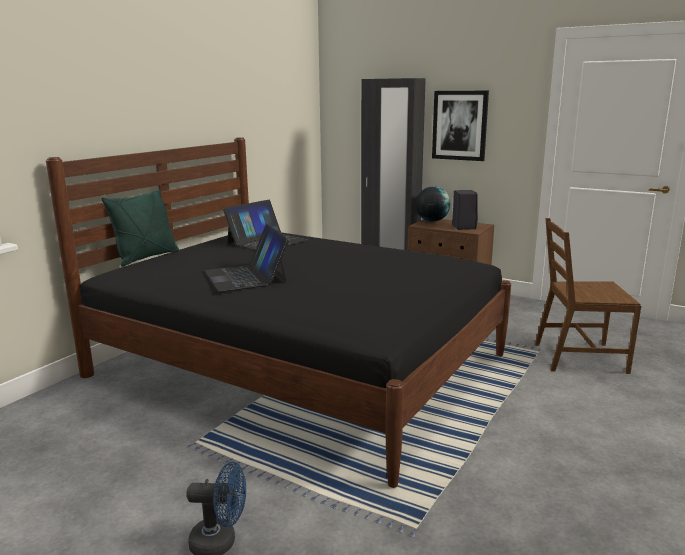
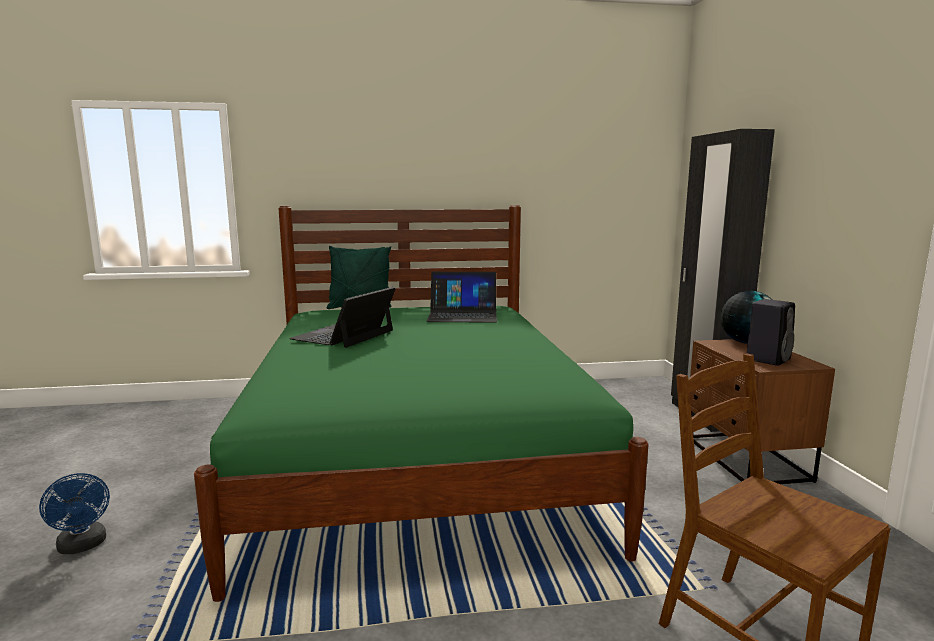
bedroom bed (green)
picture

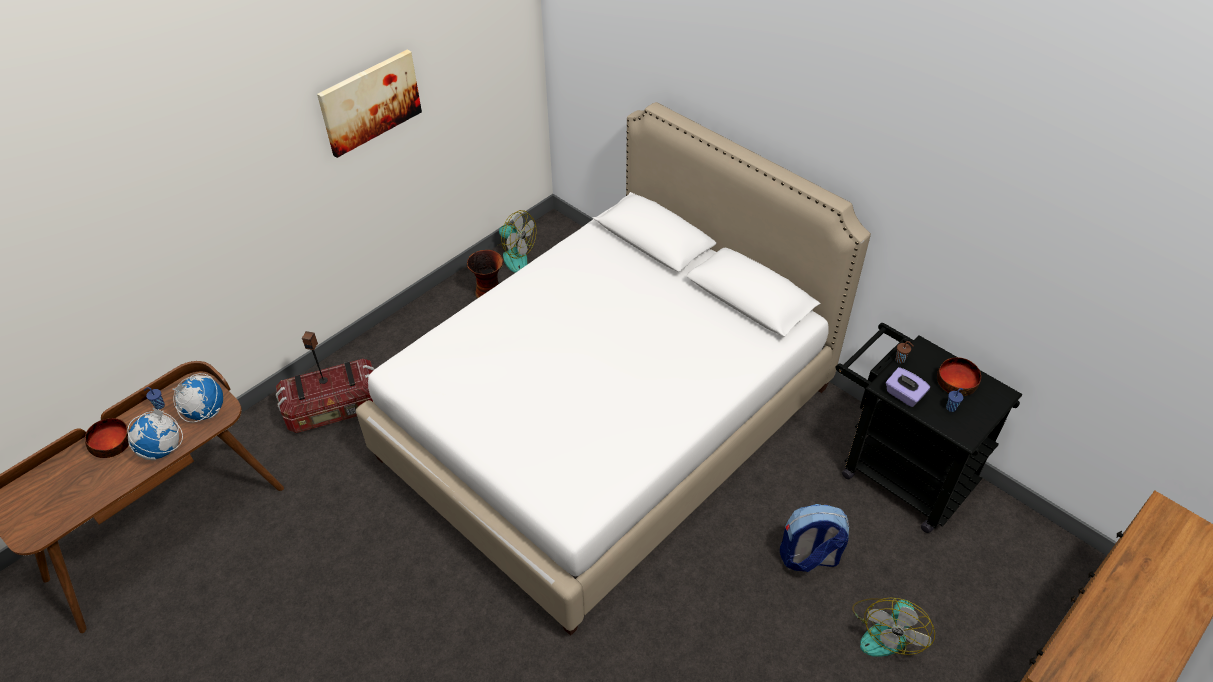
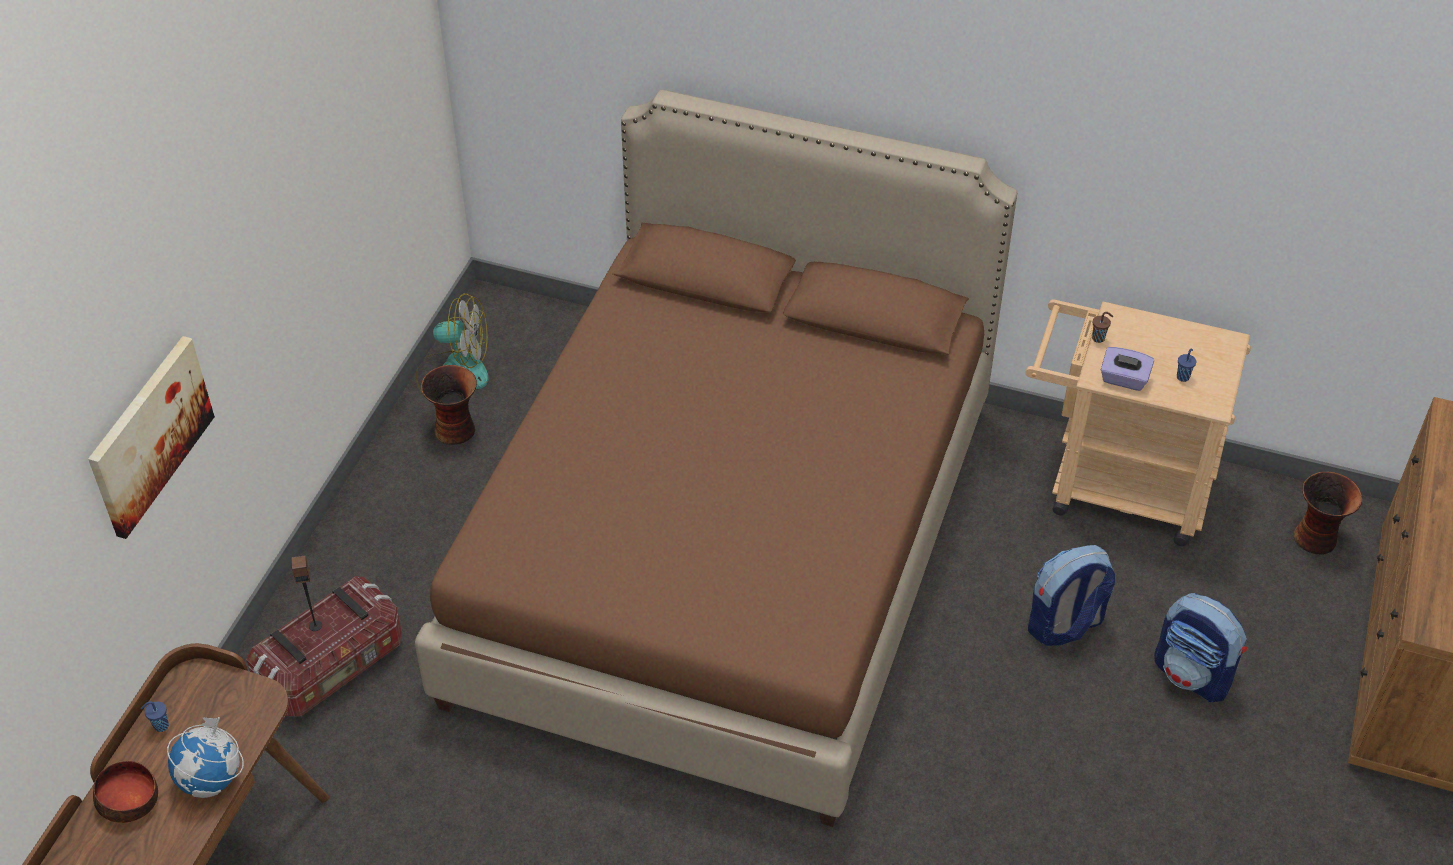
world globe (no. 2 from left in the first image)
picture
bedroom bed (brown)
wheeled cart (beige)
knapsack (no. 2 from left)
serving bowl (no. 2 from left in the first image)
decorative vase (no. 2 from left)

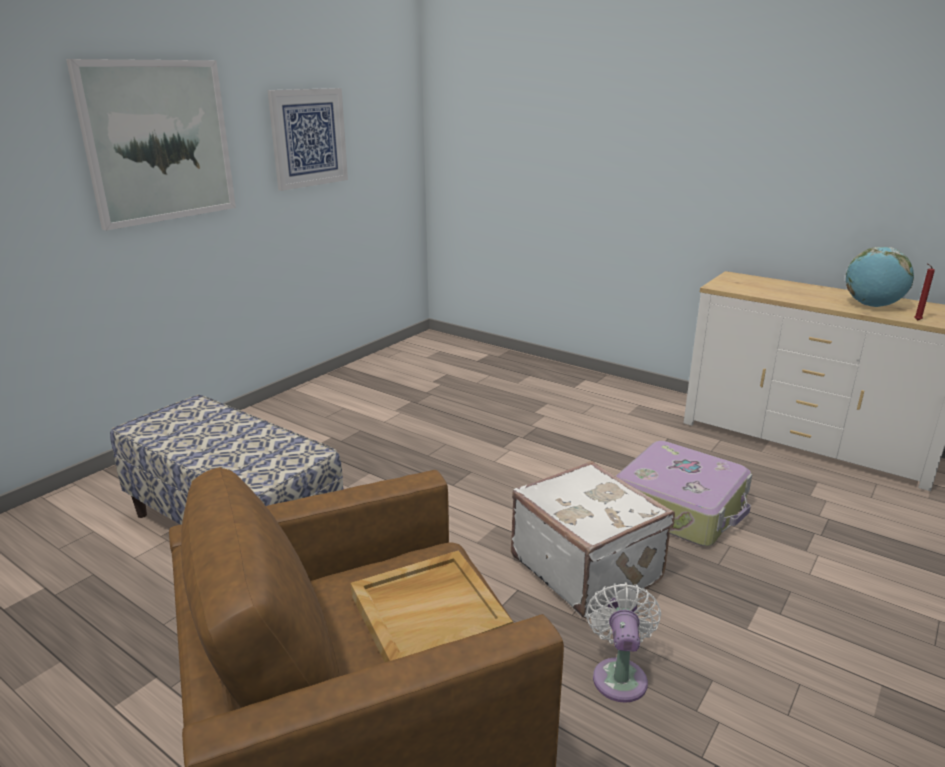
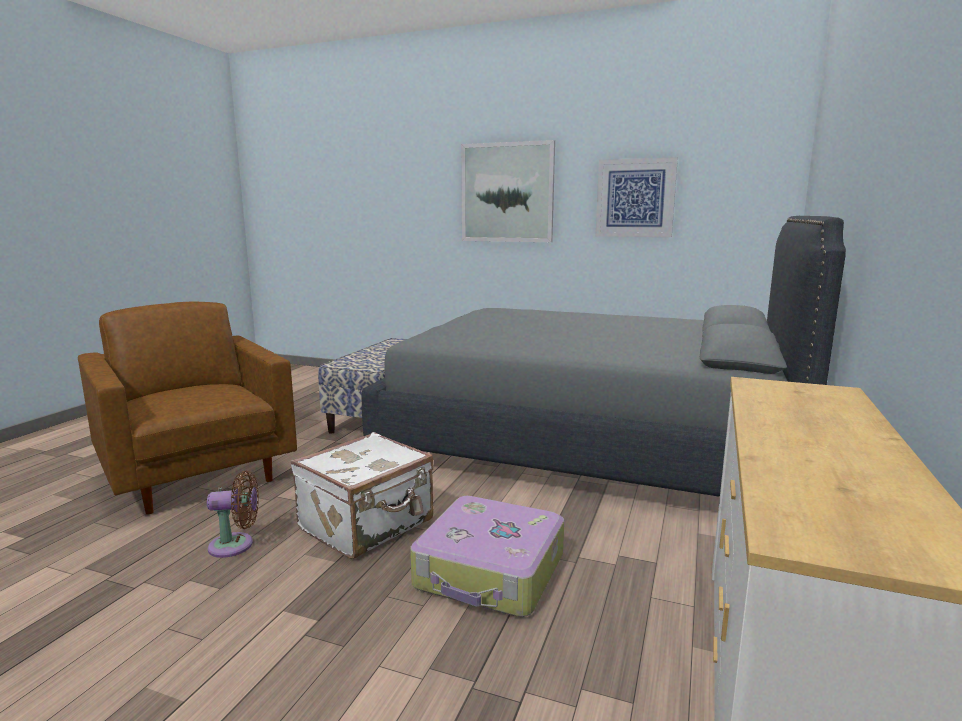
serving tray (beige)
cooling fan (brown)
world globe
wax candle (reddish)
bedroom bed (gray)

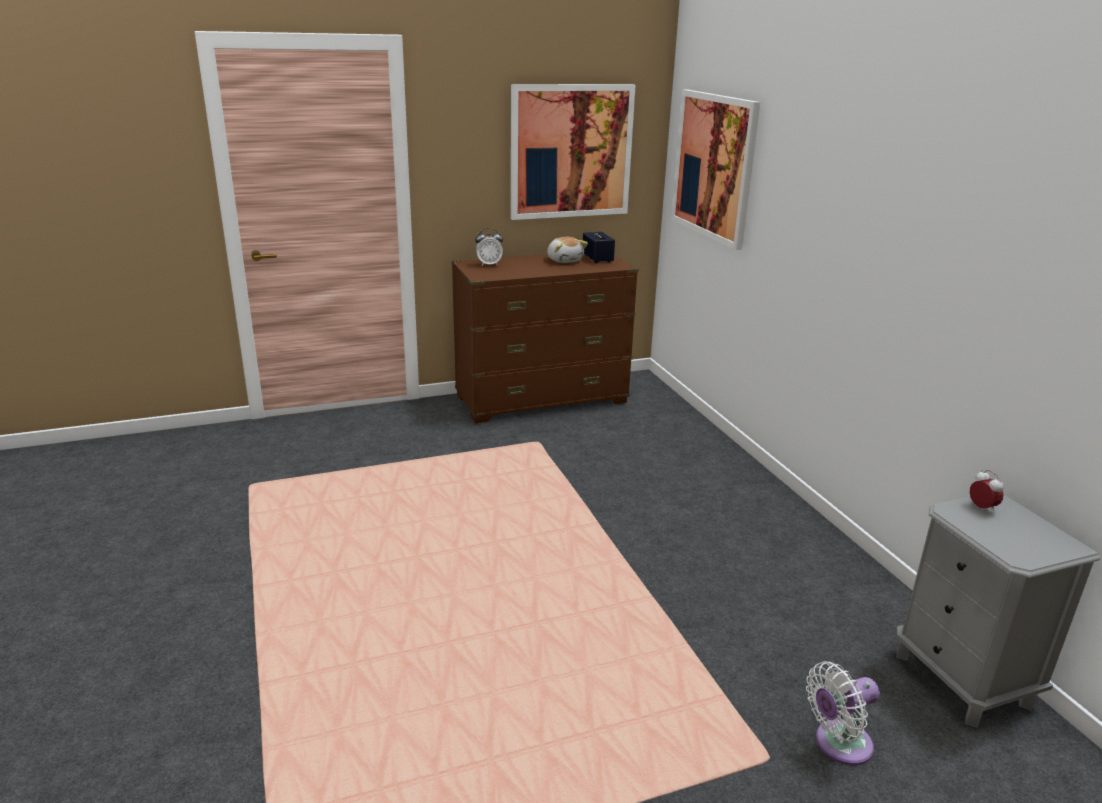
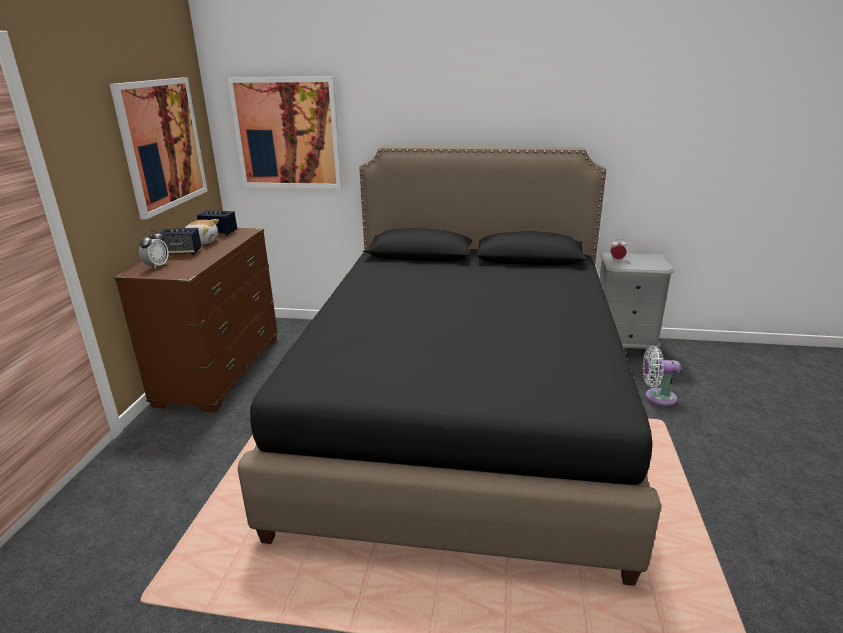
cooling fan (whitish)
speaker (no. 1 from left)
bedroom bed (black-coloured)

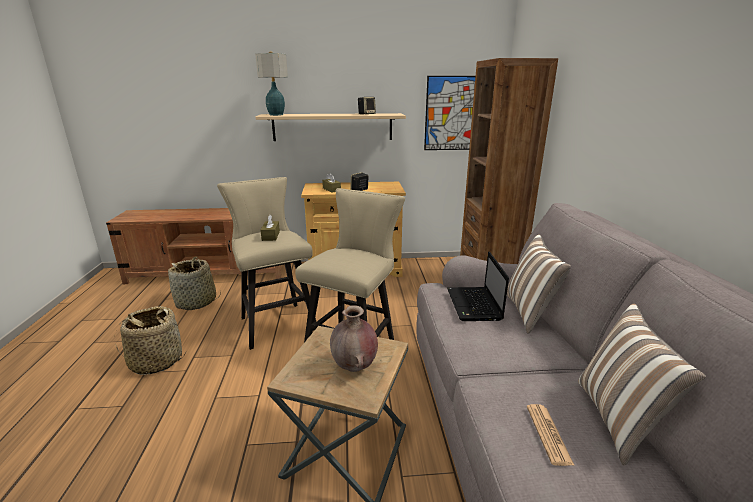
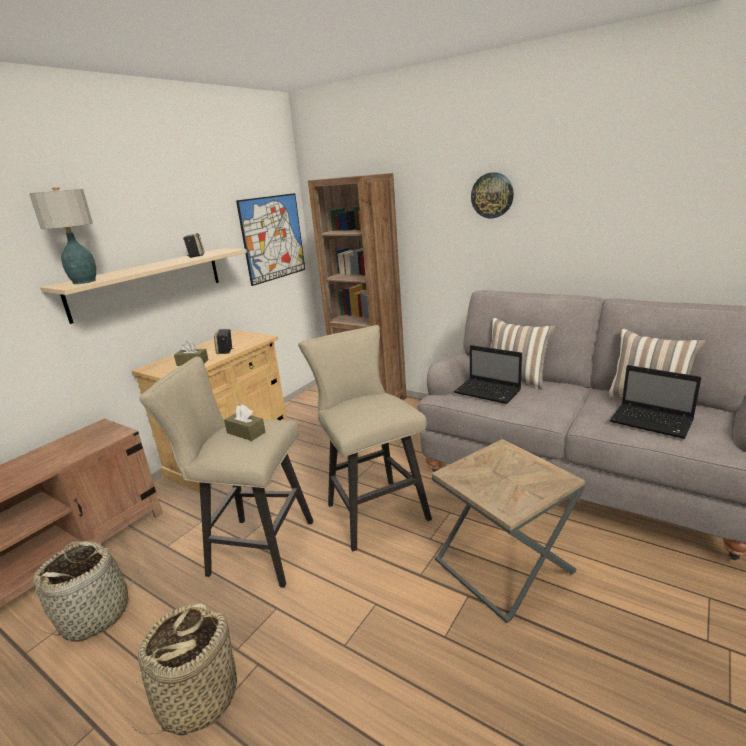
decorative vase (brown)
portable computer (no. 2 from left)
wall clock

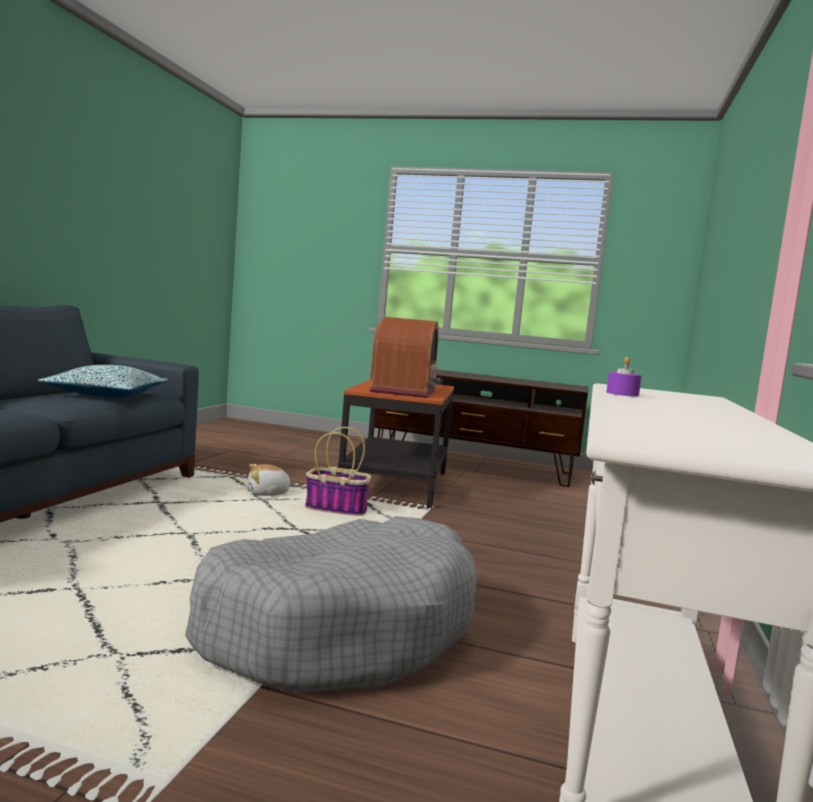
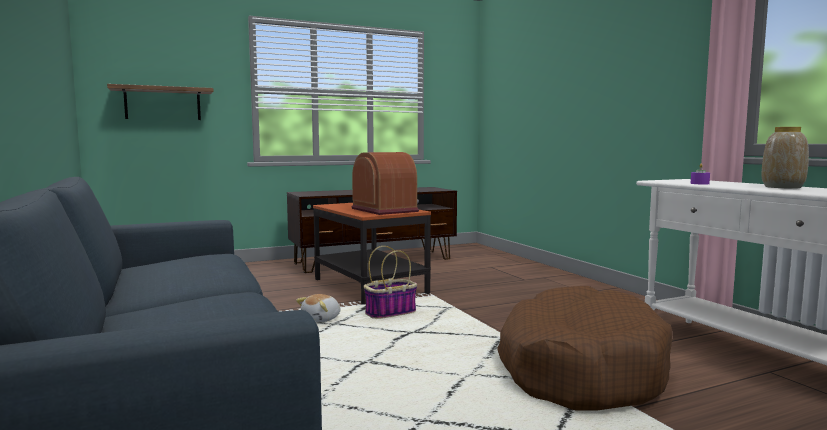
pillow
dog bed (brown)
wall shelf
decorative vase

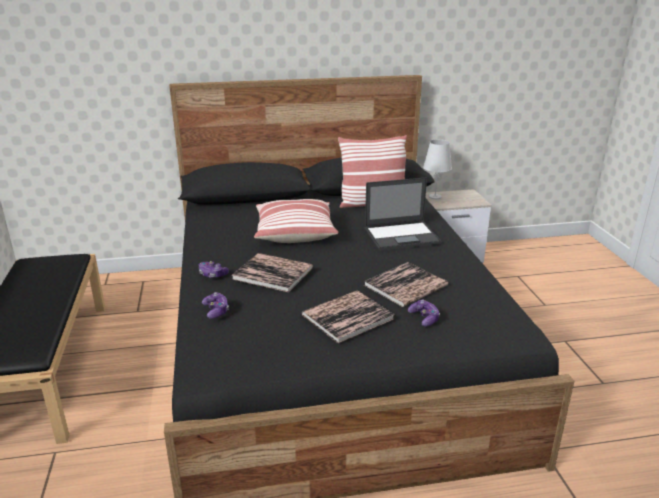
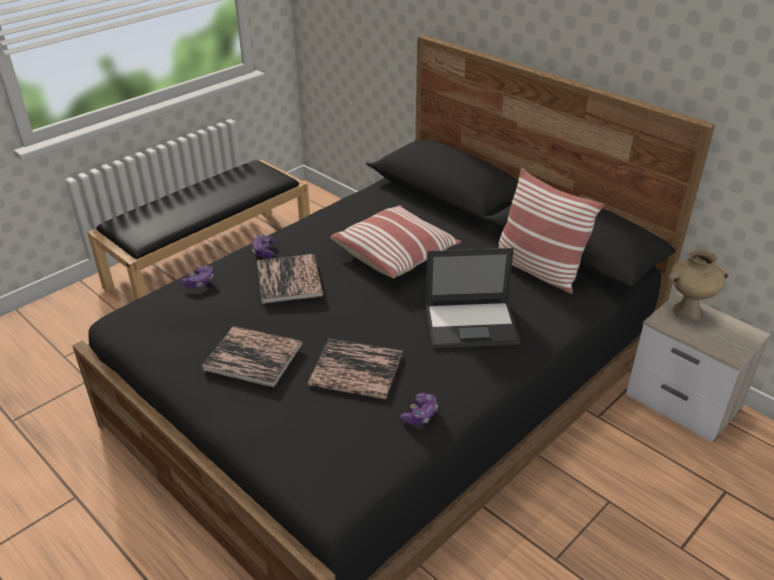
portable computer
game controller (no. 3 from left)
decorative vase (beige)

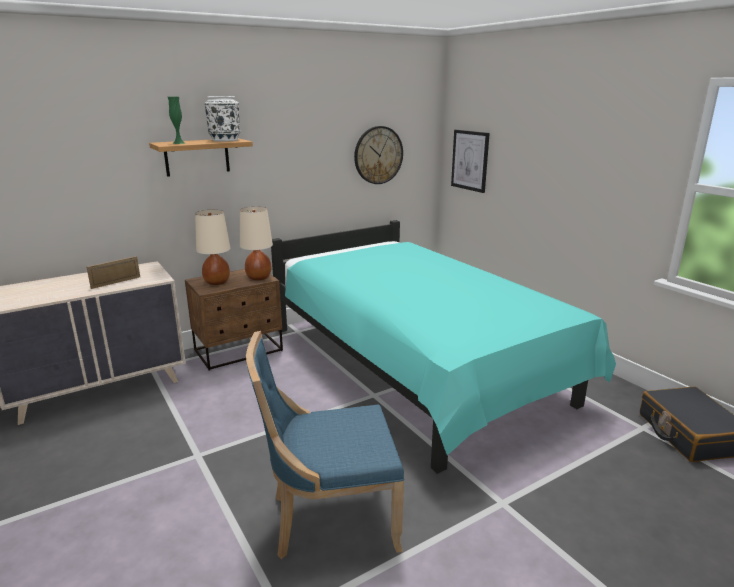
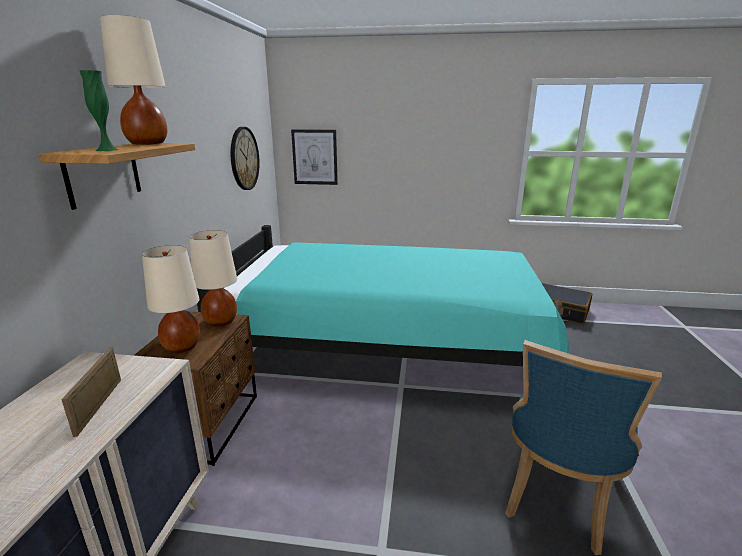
table lamp (beige) (no. 1 from left)

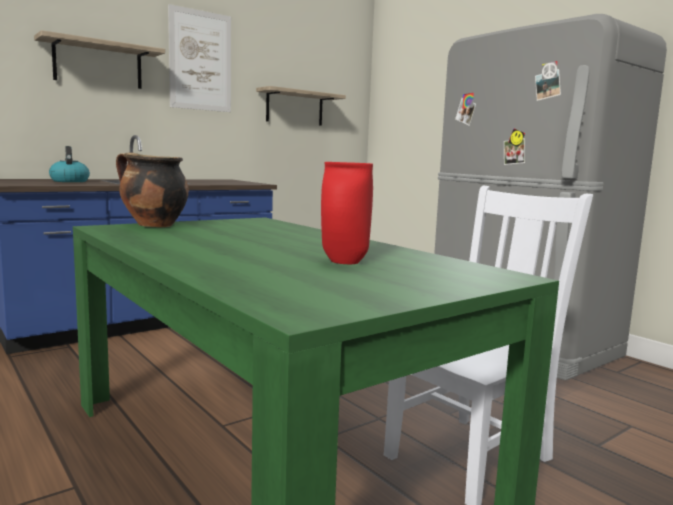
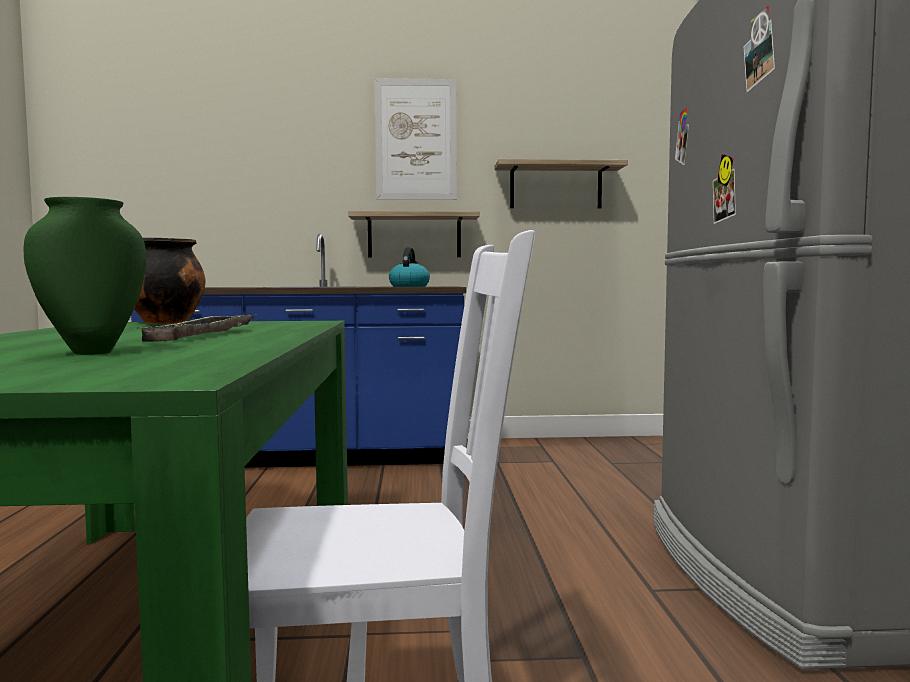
wall shelf (no. 1 from left)
water kettle
decorative vase (green)
serving tray

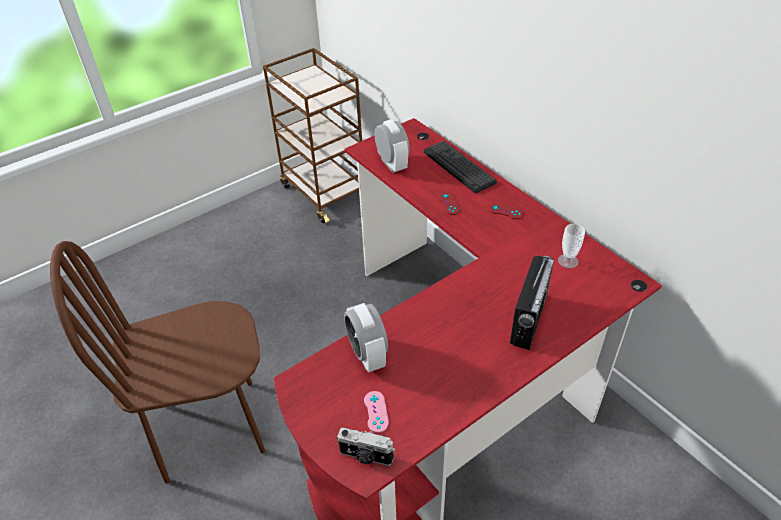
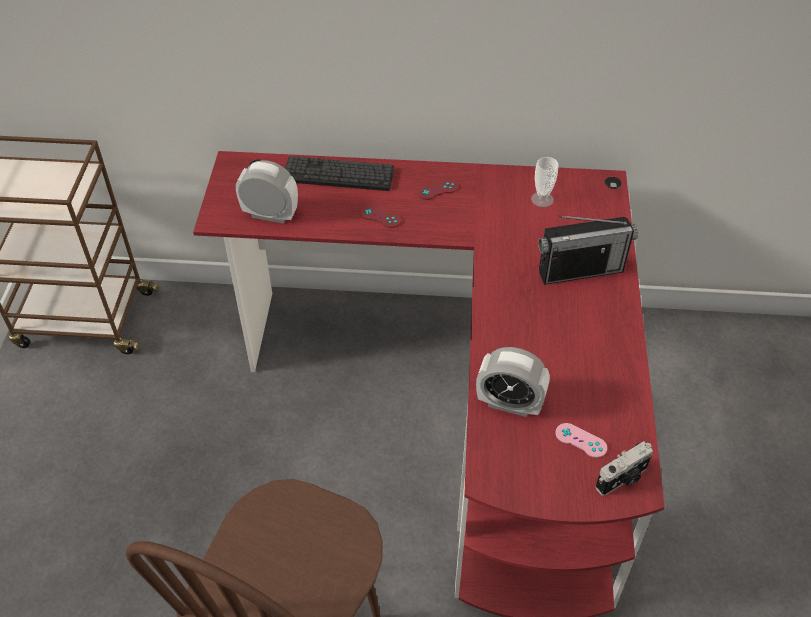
radio set

